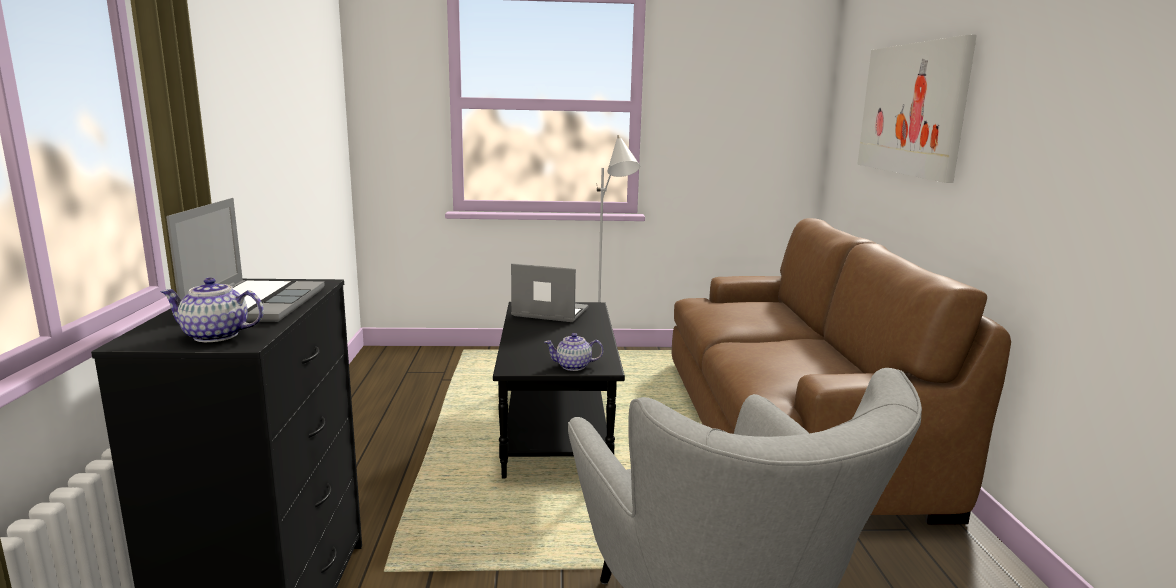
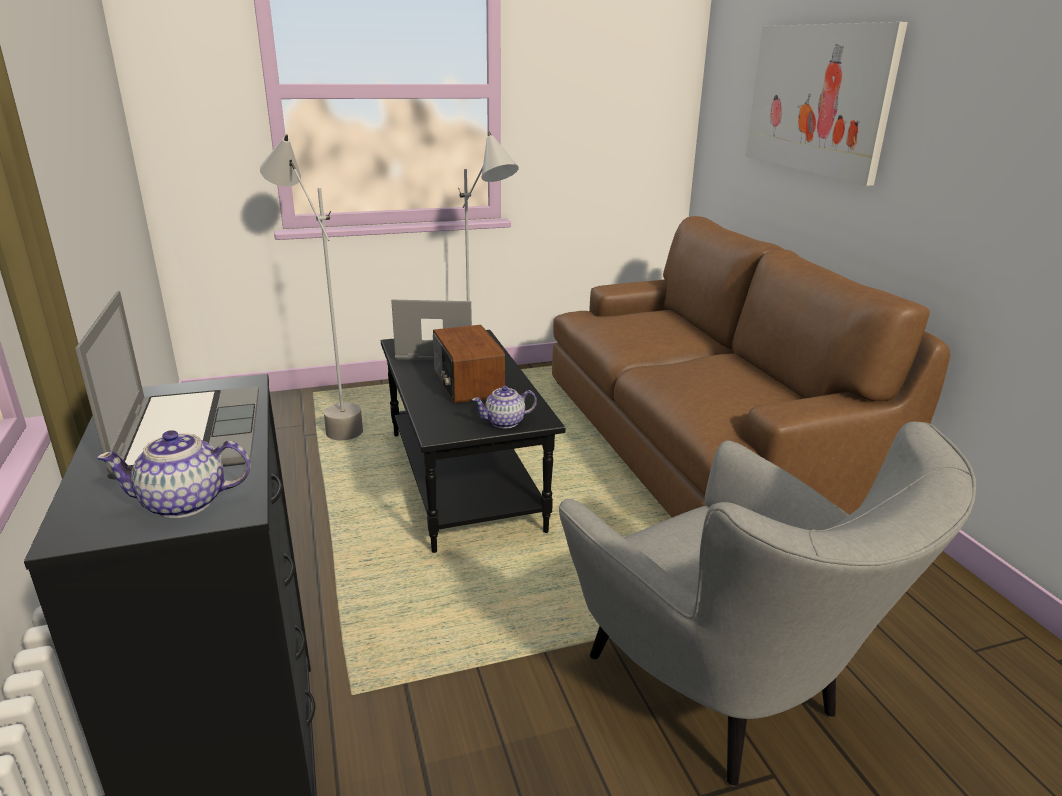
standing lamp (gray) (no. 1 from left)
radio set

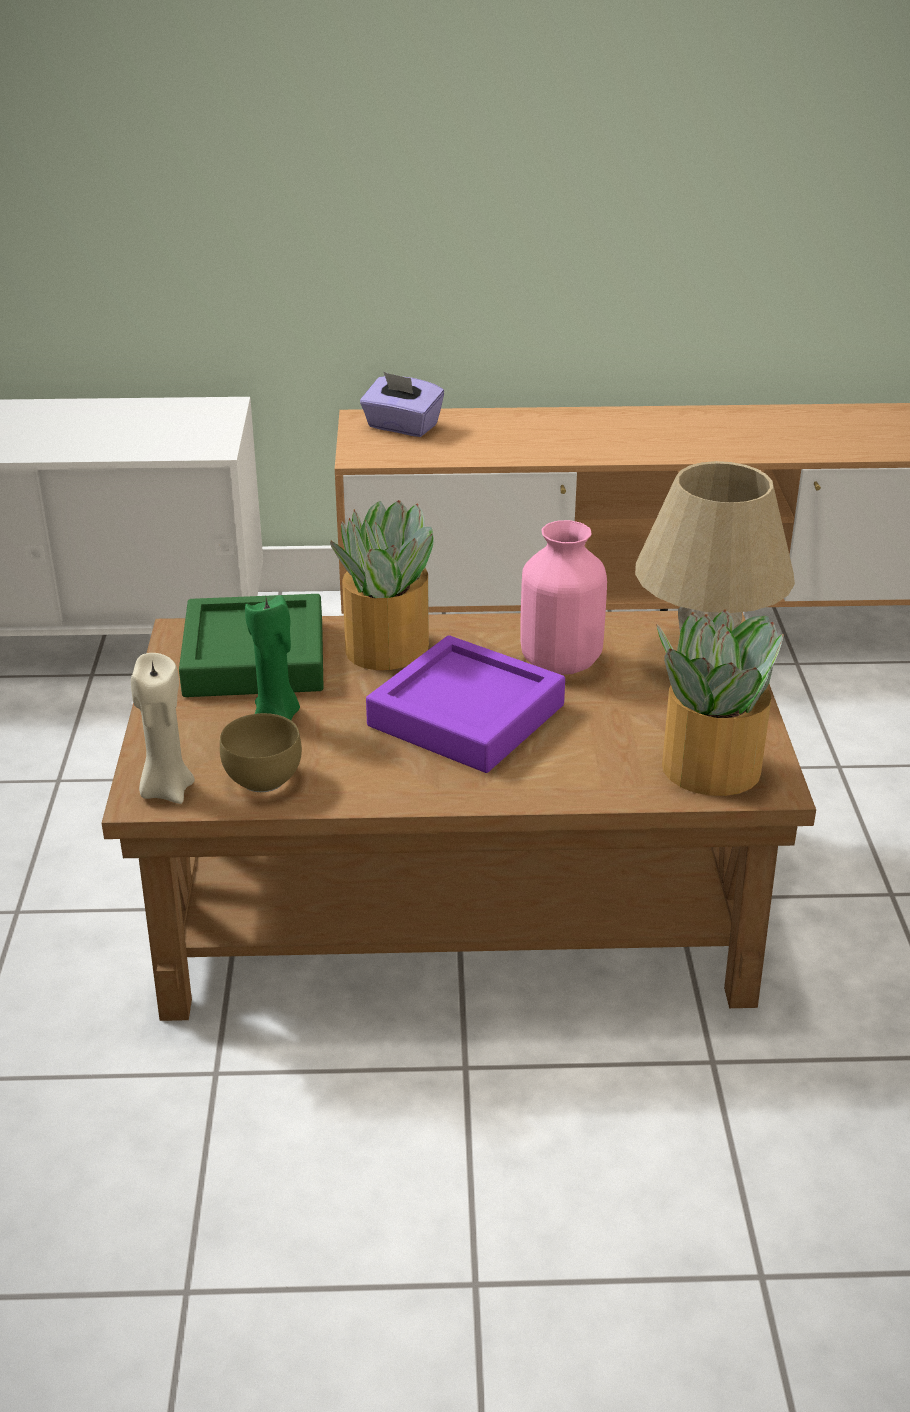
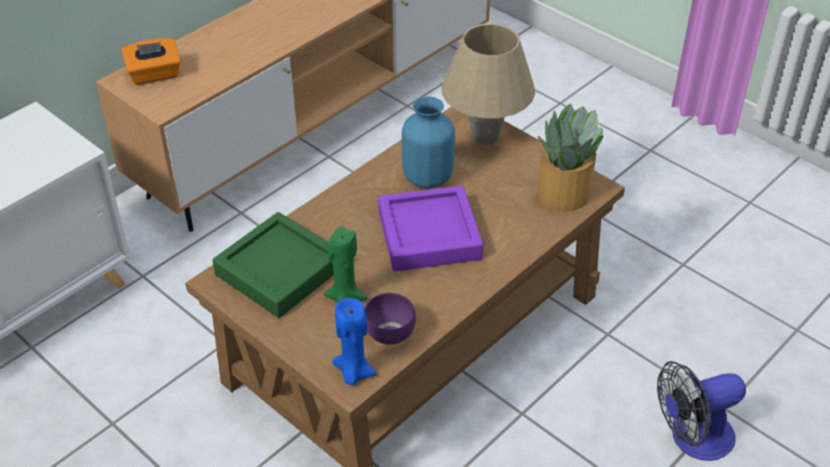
wax candle (bluish)
serving bowl (purplish)
houseplant (no. 1 from left in the first image)
box of tissues (orangey)
decorative vase (bluish)
cooling fan

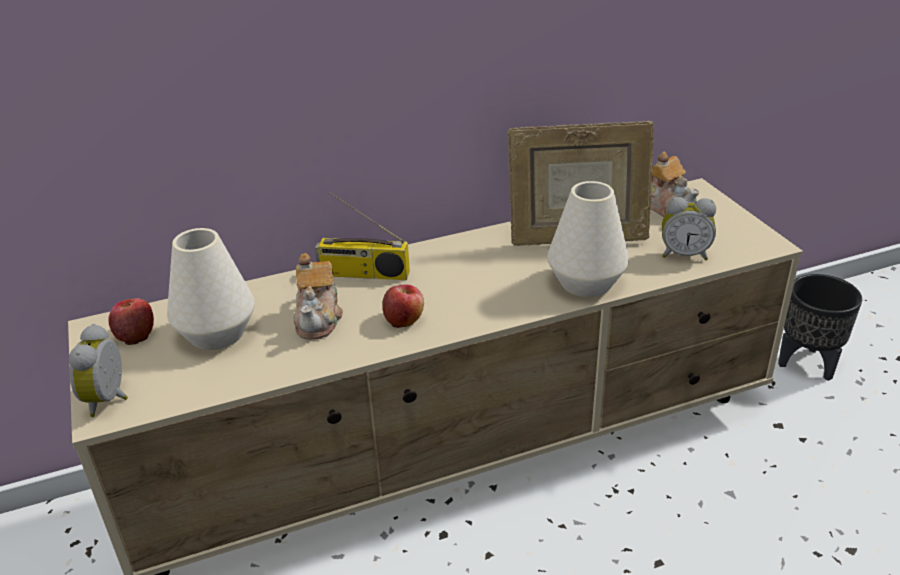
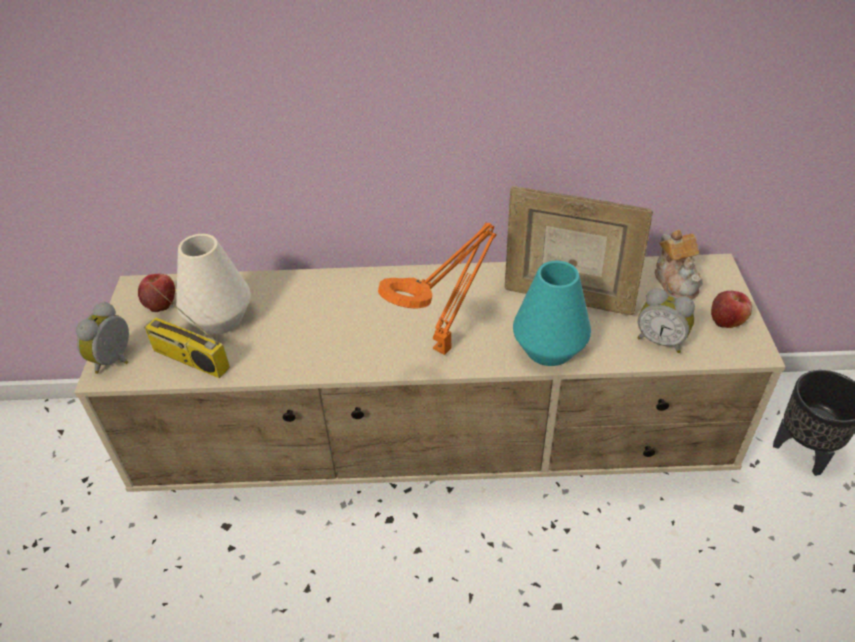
tea pot (no. 1 from left in the first image)
radio set
apple (no. 2 from left)
decorative vase (turquoise)
table lamp (orangey)

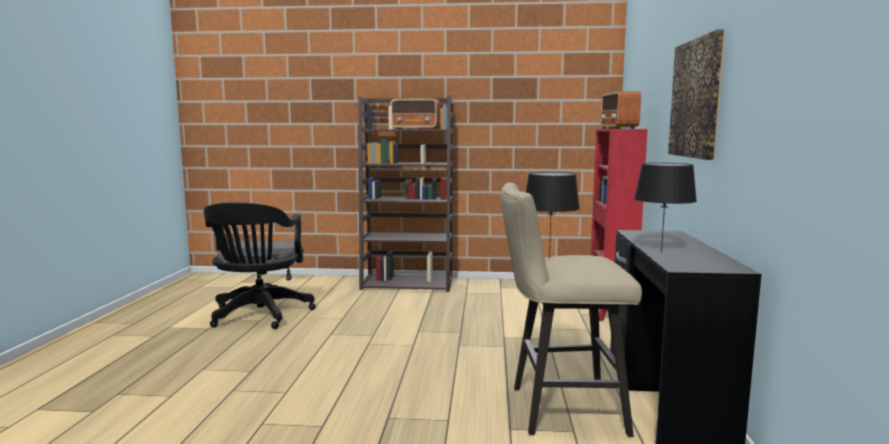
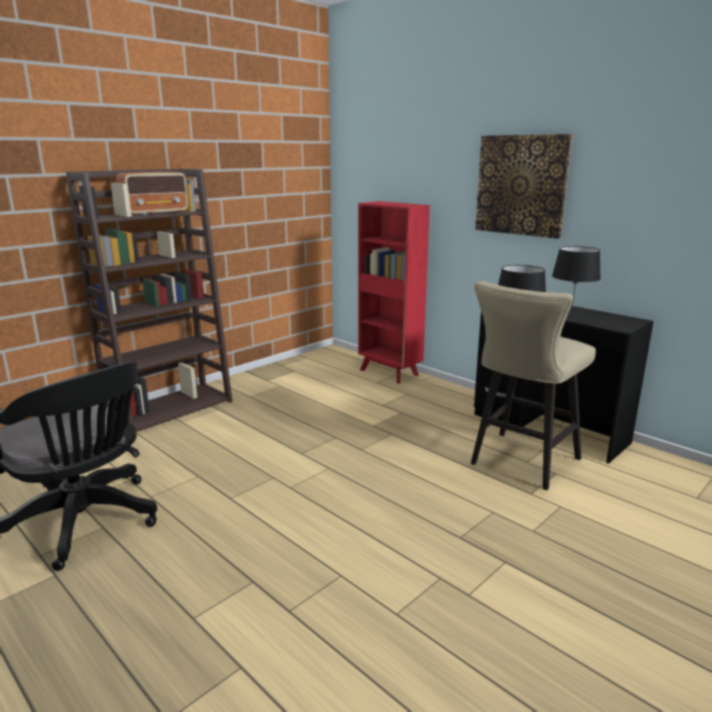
radio set (no. 2 from left in the first image)

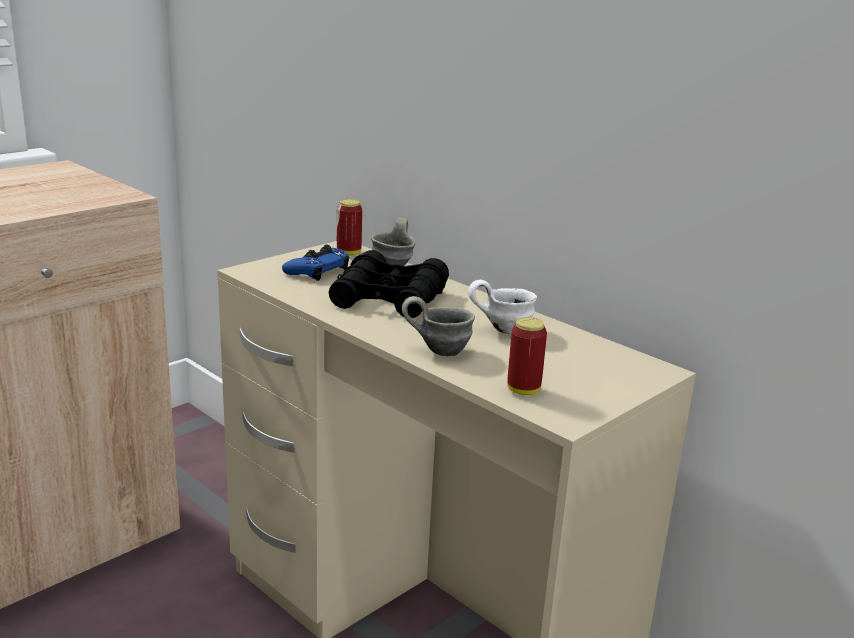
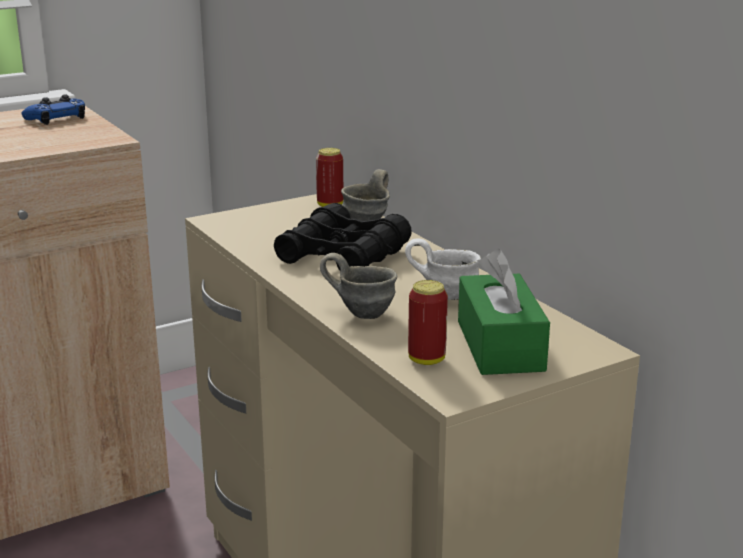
game controller (bluish)
box of tissues (green)

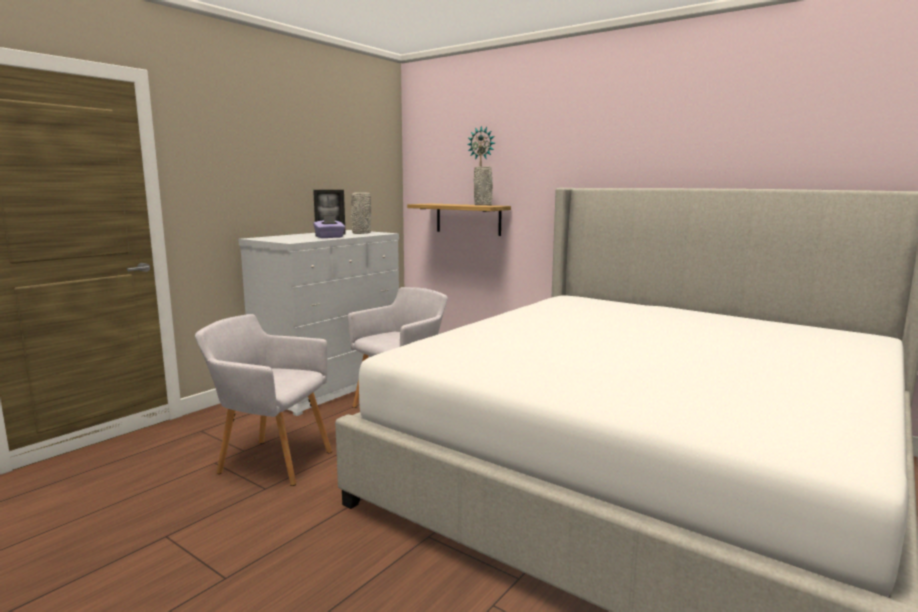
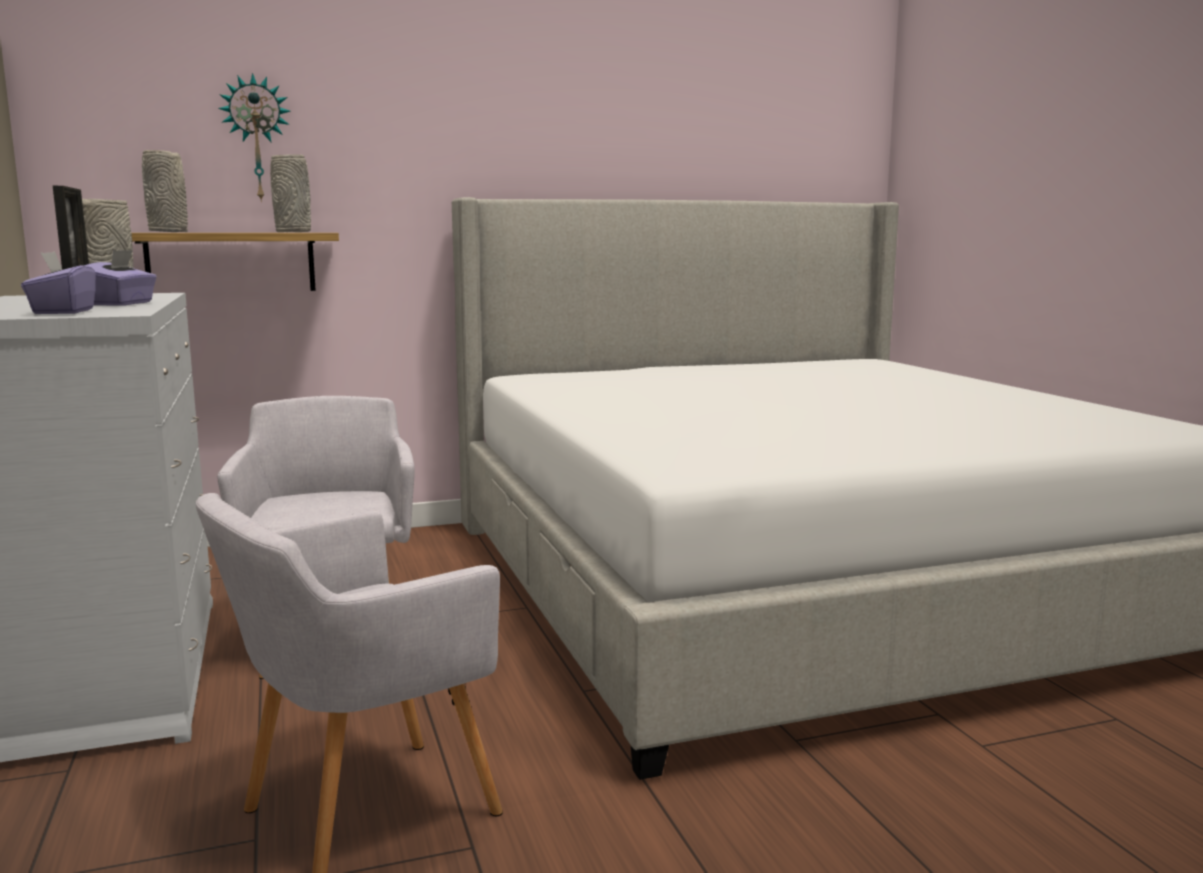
box of tissues (purplish) (no. 1 from left)
decorative vase (gray) (no. 2 from left)

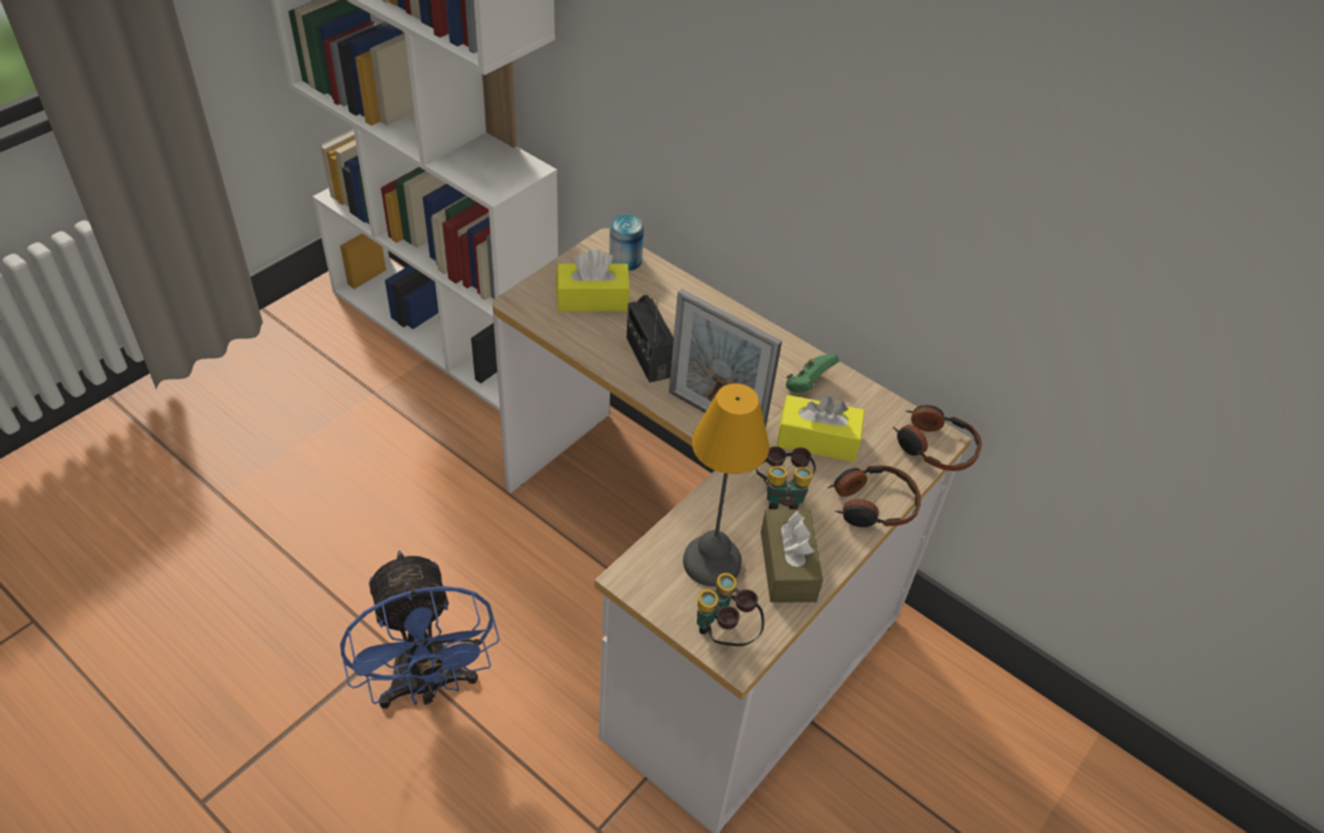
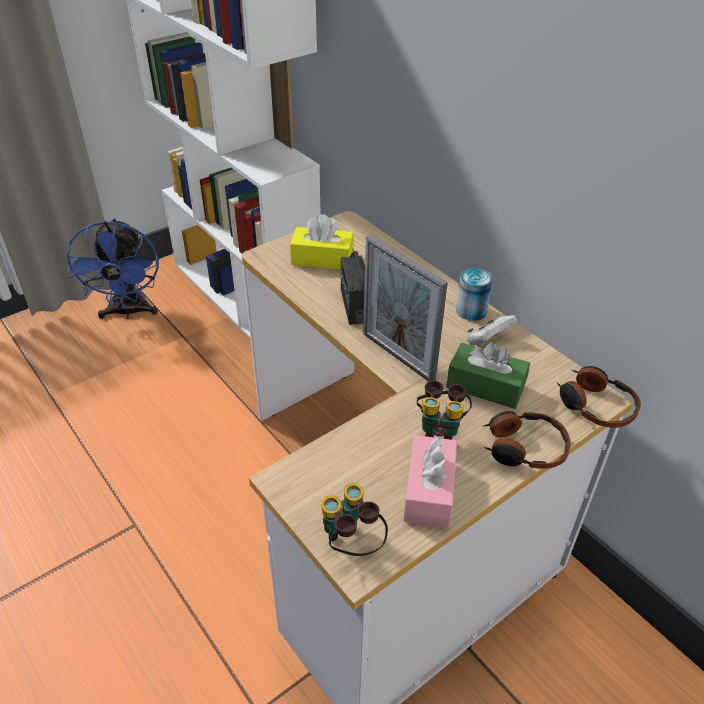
cooling fan (bluish)
sealed can
table lamp
box of tissues (pink)
box of tissues (green)
game controller (whitish)

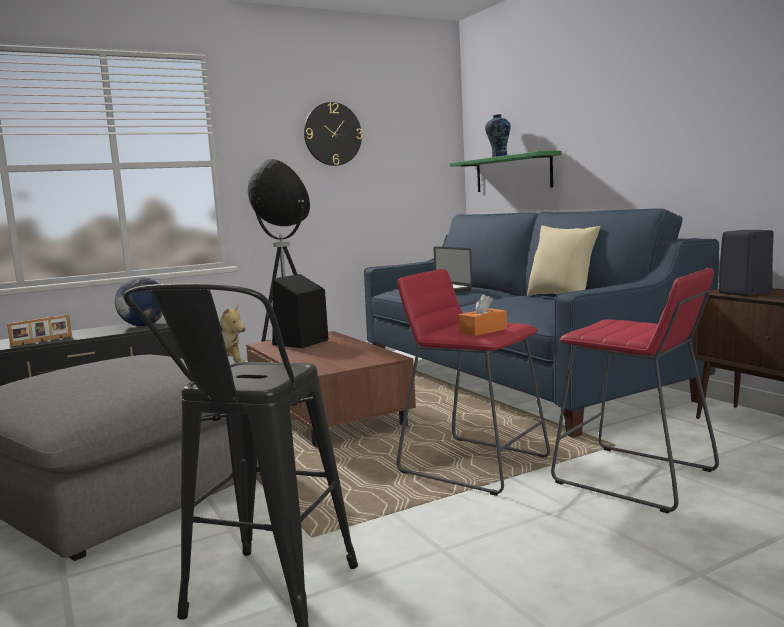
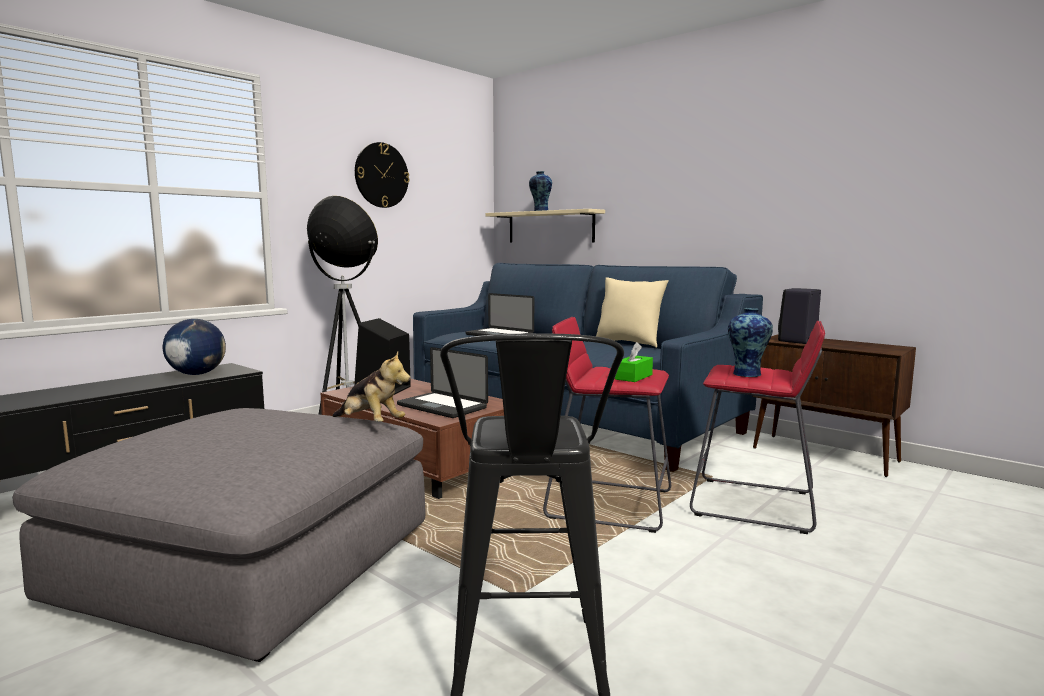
photo frame
wall shelf (beige)
box of tissues (green)
portable computer (no. 1 from left)
decorative vase (no. 2 from left)

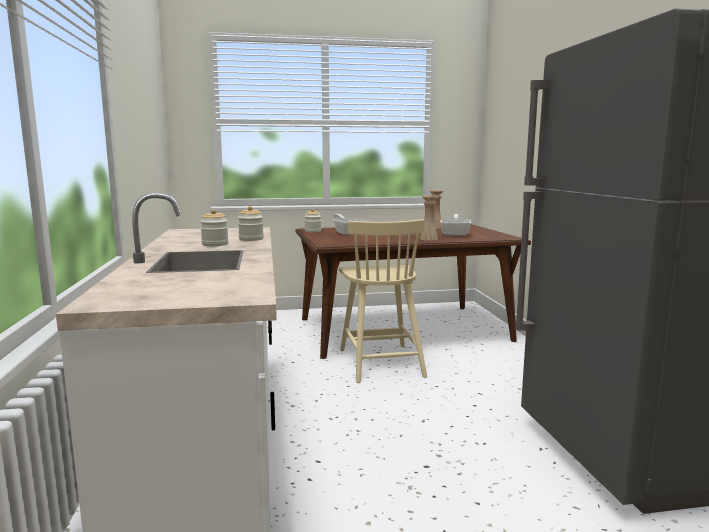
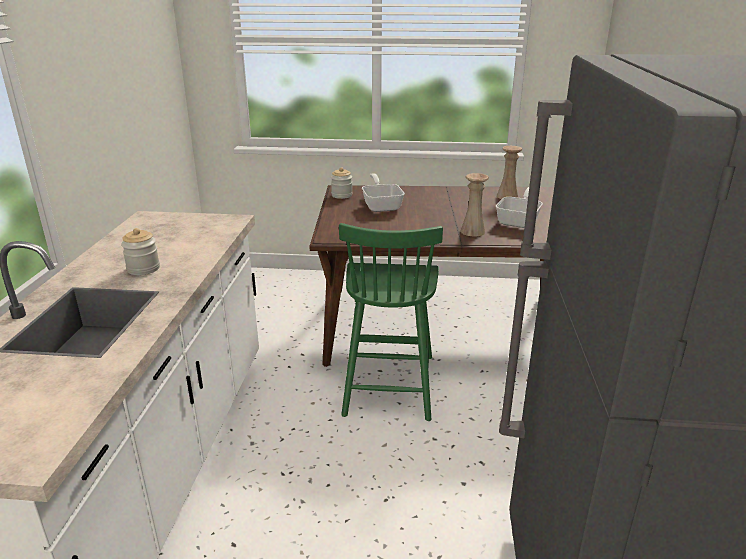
jar (no. 2 from left in the first image)
chair (green)

